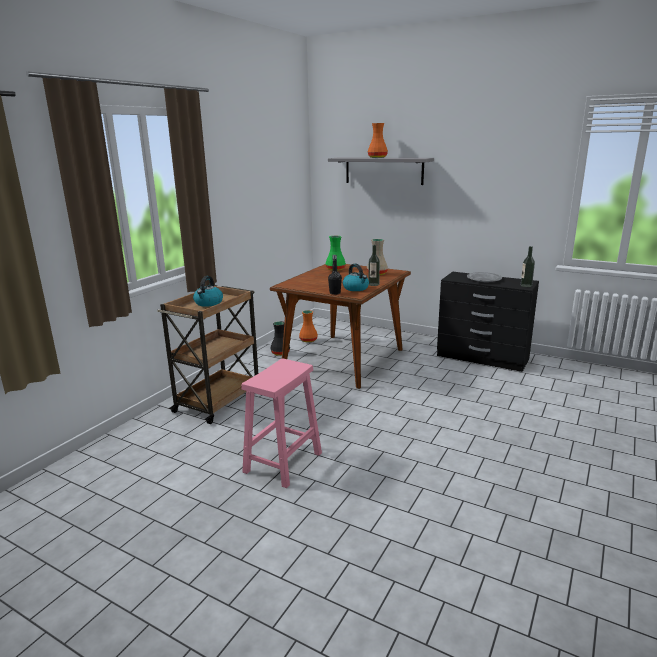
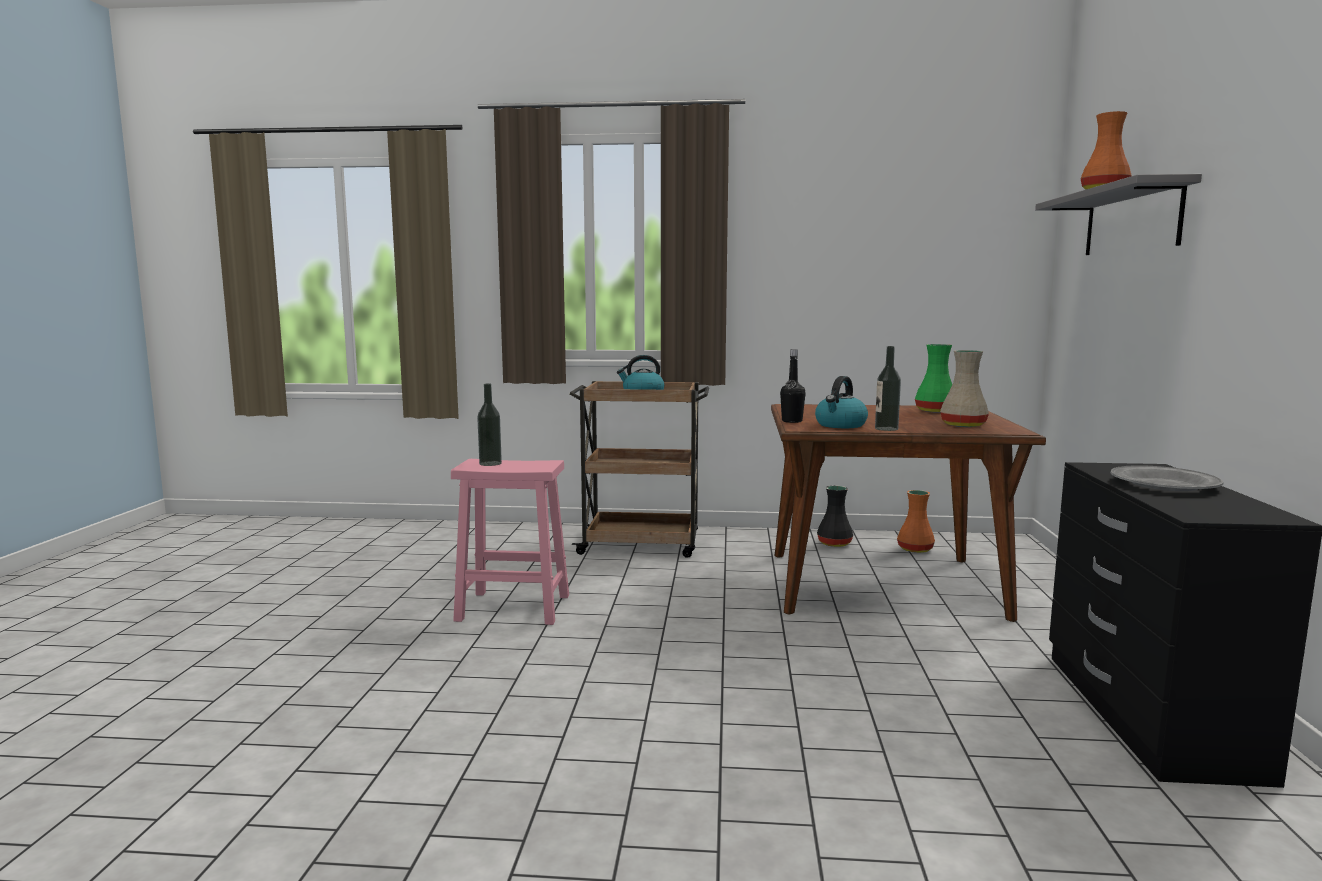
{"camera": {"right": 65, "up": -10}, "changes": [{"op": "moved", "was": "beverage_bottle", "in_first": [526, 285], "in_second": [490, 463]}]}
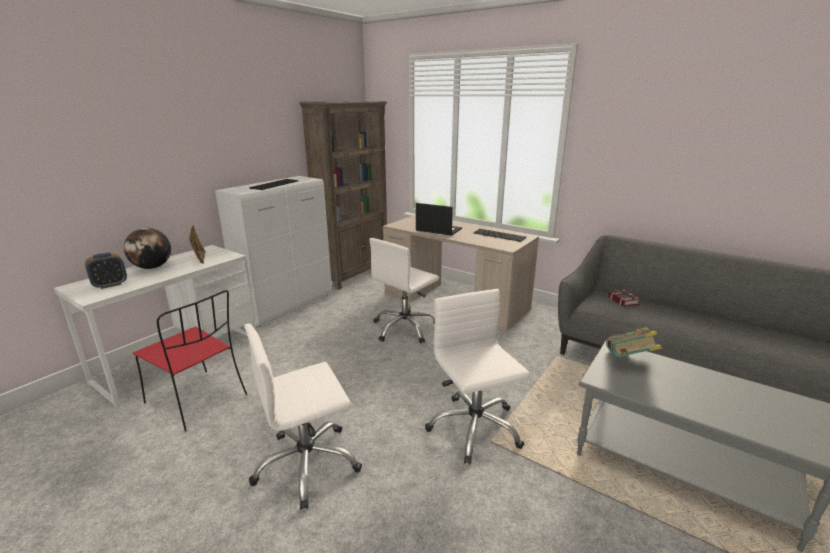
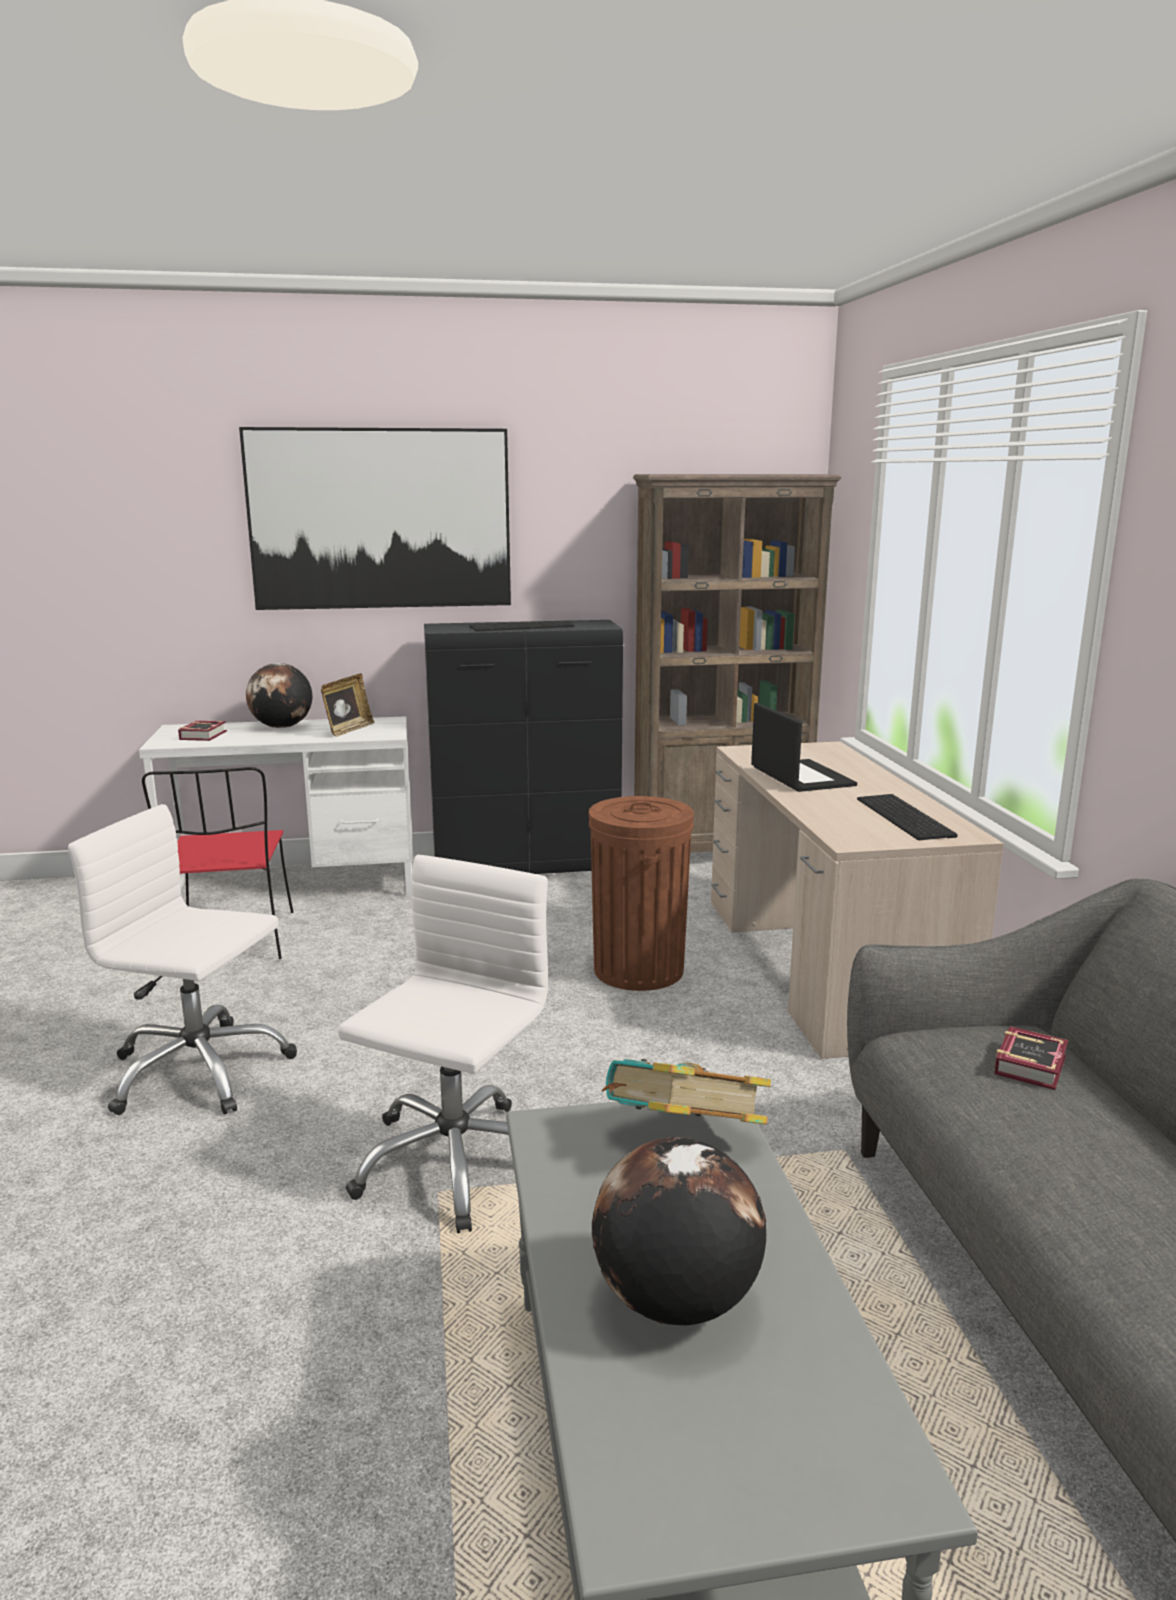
{"camera": {"right": 45, "up": -5}, "changes": [{"op": "added", "now": "wall_picture", "in_second": [380, 519]}, {"op": "added", "now": "world_globe", "in_second": [675, 1301]}, {"op": "replaced", "was": "alarm_clock", "now": "book", "in_first": [110, 285], "in_second": [205, 735]}, {"op": "replaced", "was": "white-coloured_computer_chair", "now": "brownish_rubbish_bin", "in_first": [405, 328], "in_second": [638, 970]}, {"op": "recoloured", "was": "white-coloured_cabinet", "now": "blackish_cabinet", "in_first": [287, 305], "in_second": [527, 866]}]}
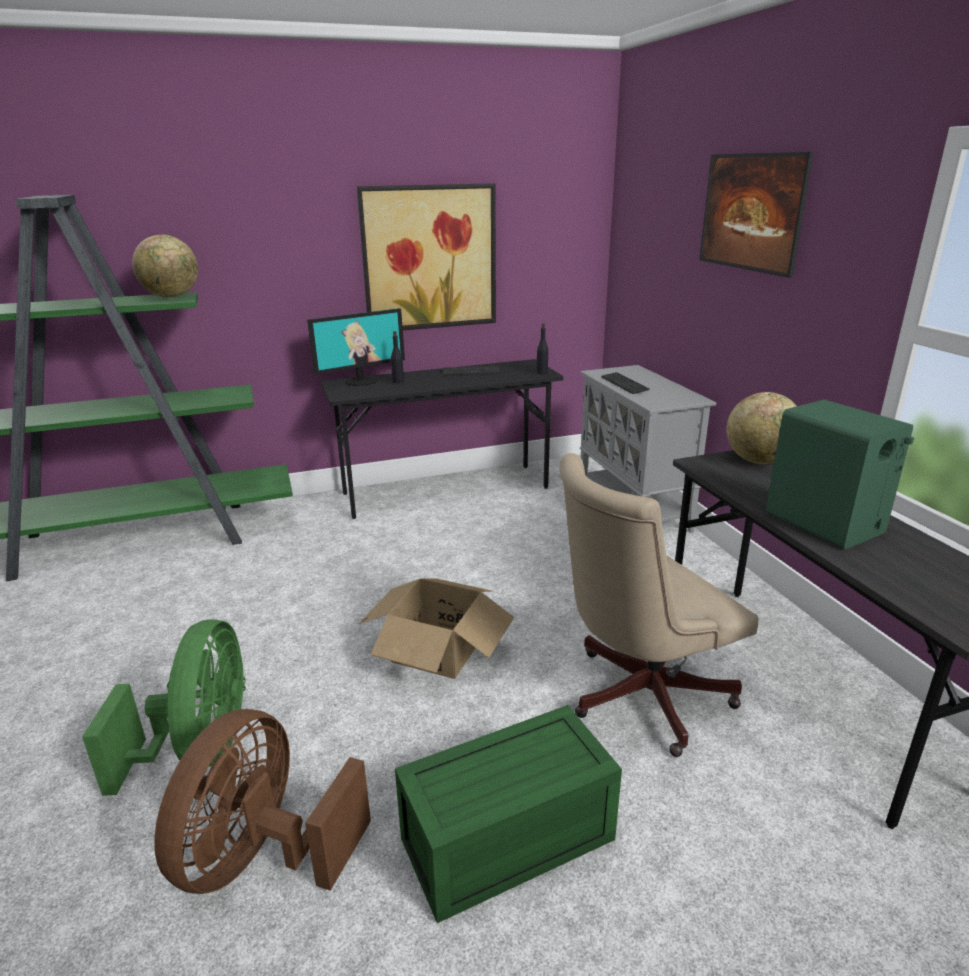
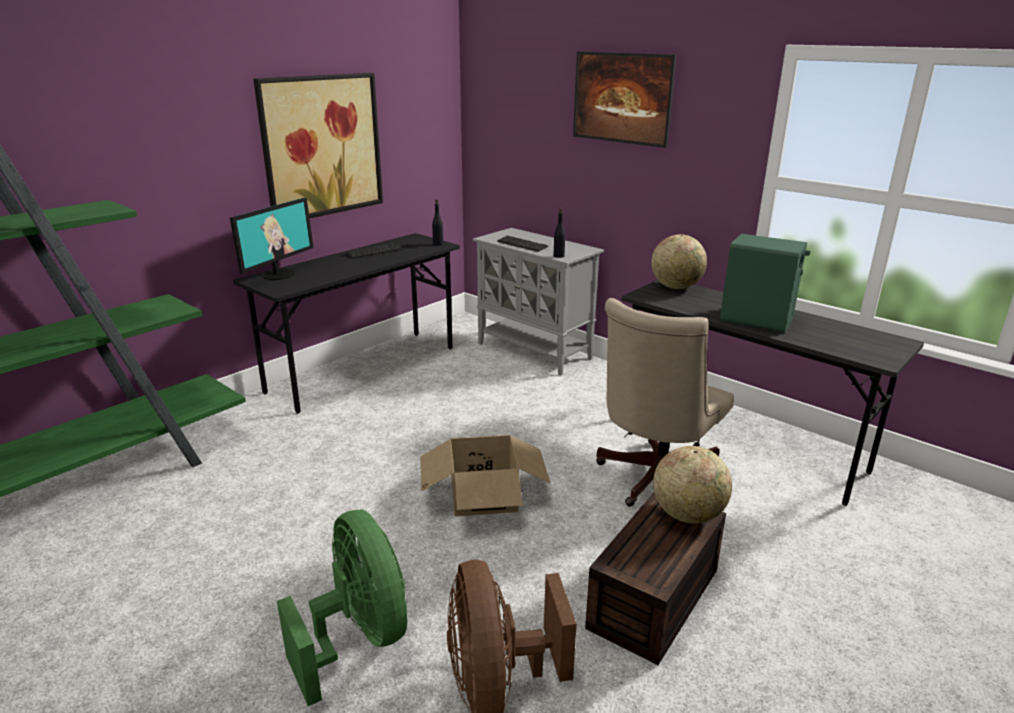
{"camera": {"right": -30, "up": 0}, "changes": [{"op": "moved", "was": "world_globe", "in_first": [172, 296], "in_second": [688, 514]}, {"op": "moved", "was": "blackish_beverage_bottle", "in_first": [398, 381], "in_second": [558, 256]}, {"op": "recoloured", "was": "green-coloured_storage_bin", "now": "brownish_storage_bin", "in_first": [506, 842], "in_second": [655, 600]}]}
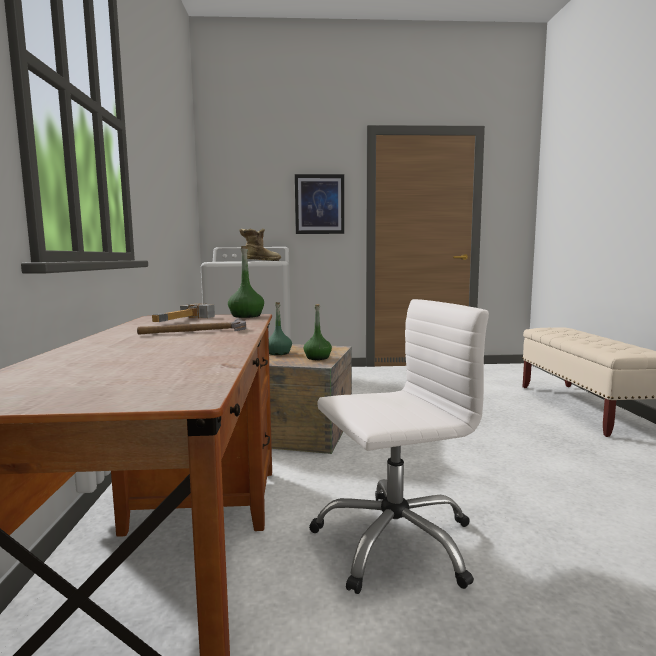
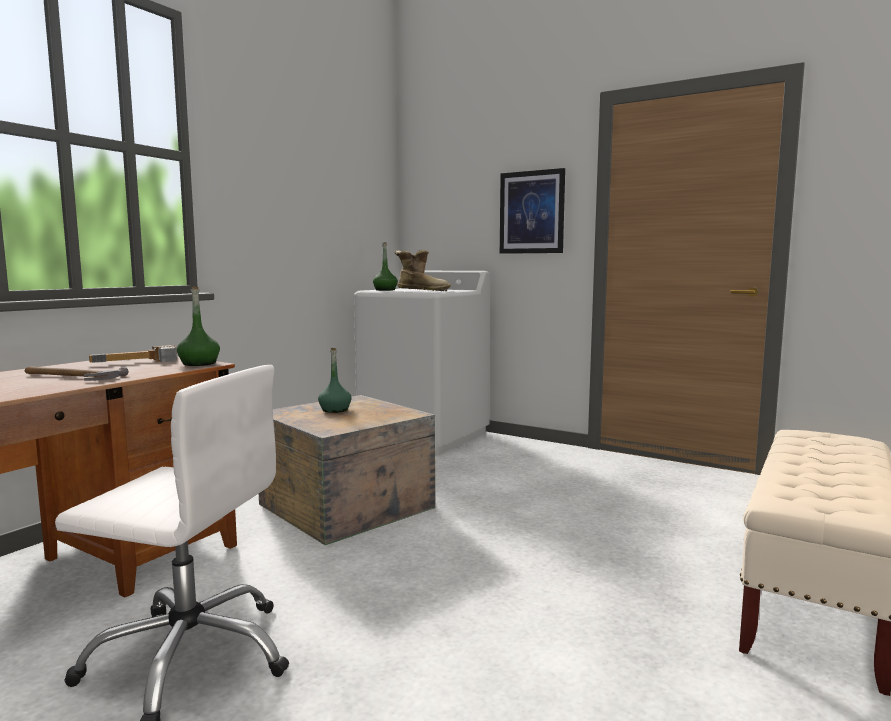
{"camera": {"right": 35, "up": 0}, "changes": [{"op": "moved", "was": "green-coloured_beverage_bottle", "in_first": [317, 358], "in_second": [385, 290]}]}
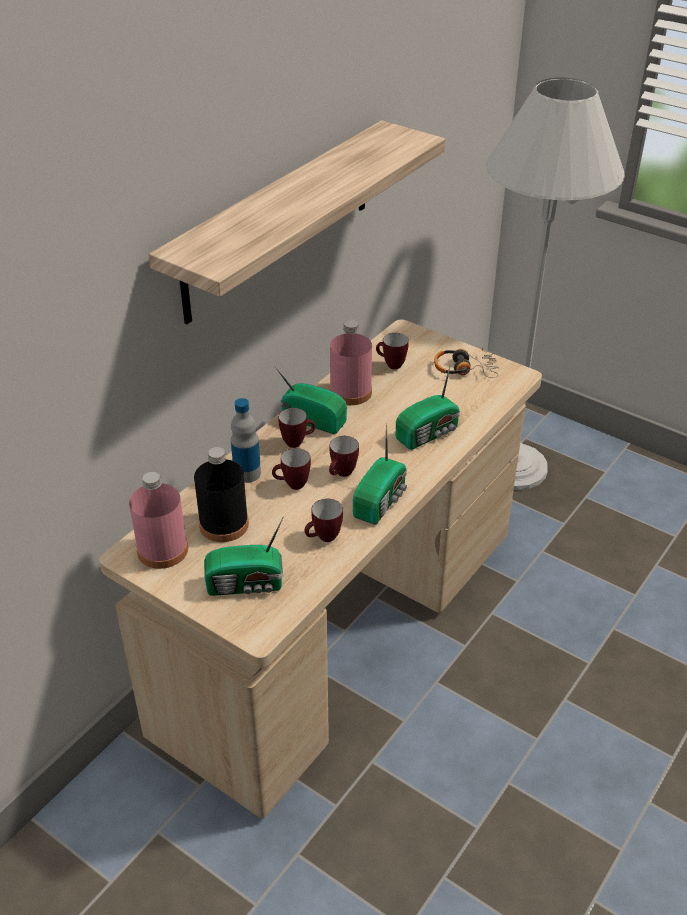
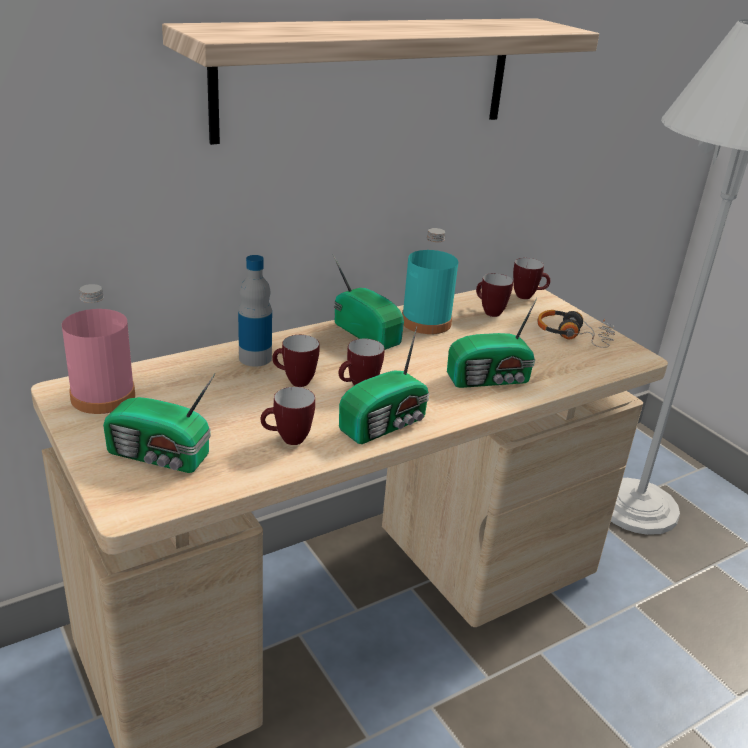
{"camera": {"right": 20, "up": -10}, "changes": [{"op": "removed", "was": "blackish_beverage_bottle", "in_first": [224, 524]}, {"op": "moved", "was": "mug", "in_first": [297, 442], "in_second": [527, 296]}, {"op": "recoloured", "was": "pink-coloured_beverage_bottle", "now": "blue-green_beverage_bottle", "in_first": [350, 392], "in_second": [426, 322]}]}
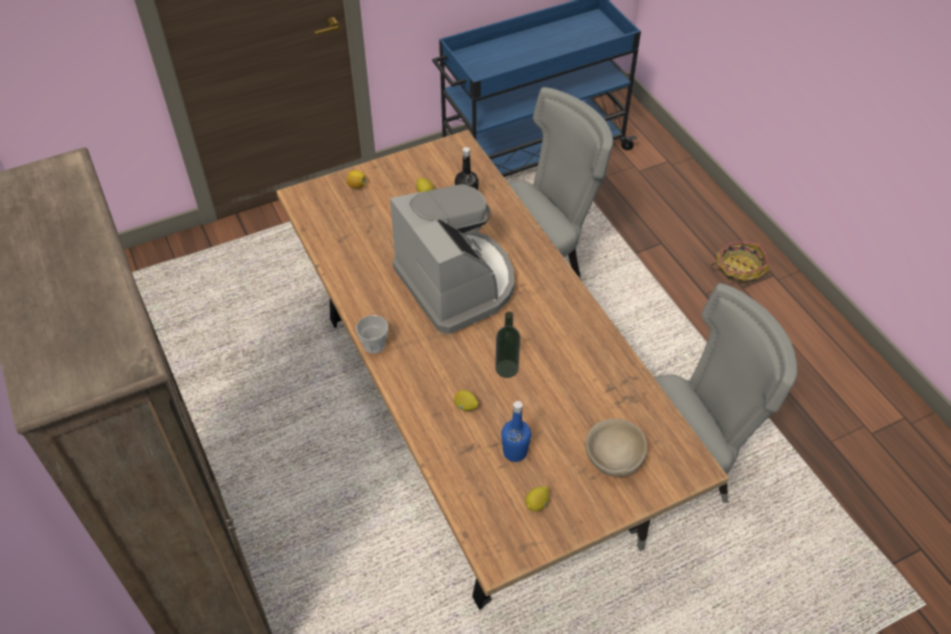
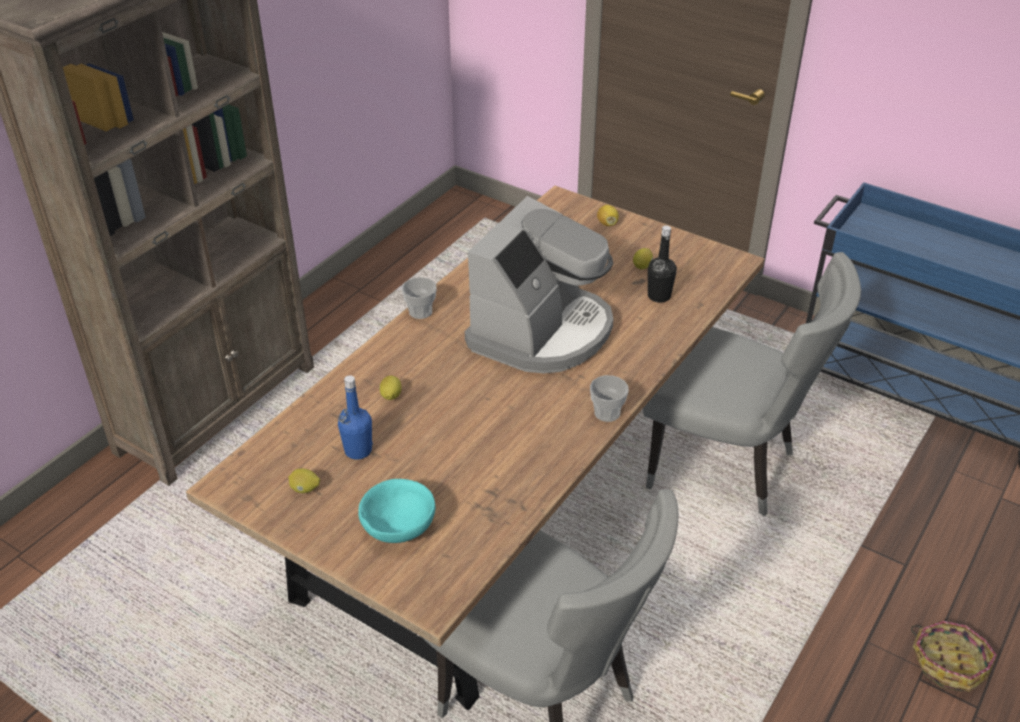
{"camera": {"right": 60, "up": -10}, "changes": [{"op": "removed", "was": "beverage_bottle", "in_first": [506, 368]}, {"op": "added", "now": "drinking_cup", "in_second": [607, 413]}, {"op": "recoloured", "was": "sand-coloured_bowl", "now": "blue-green_bowl", "in_first": [613, 458], "in_second": [399, 527]}]}
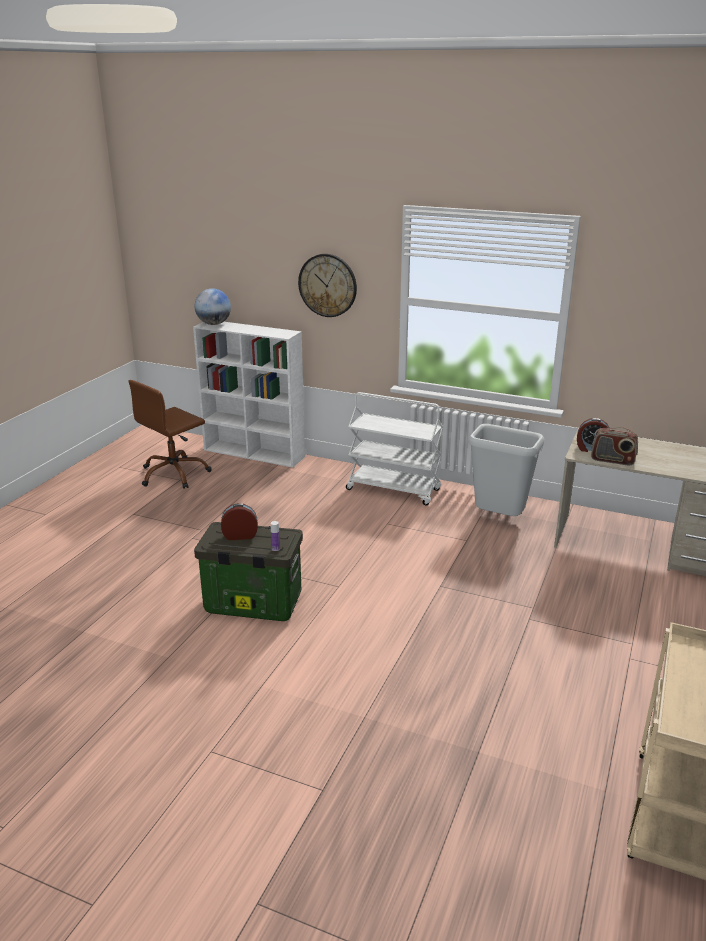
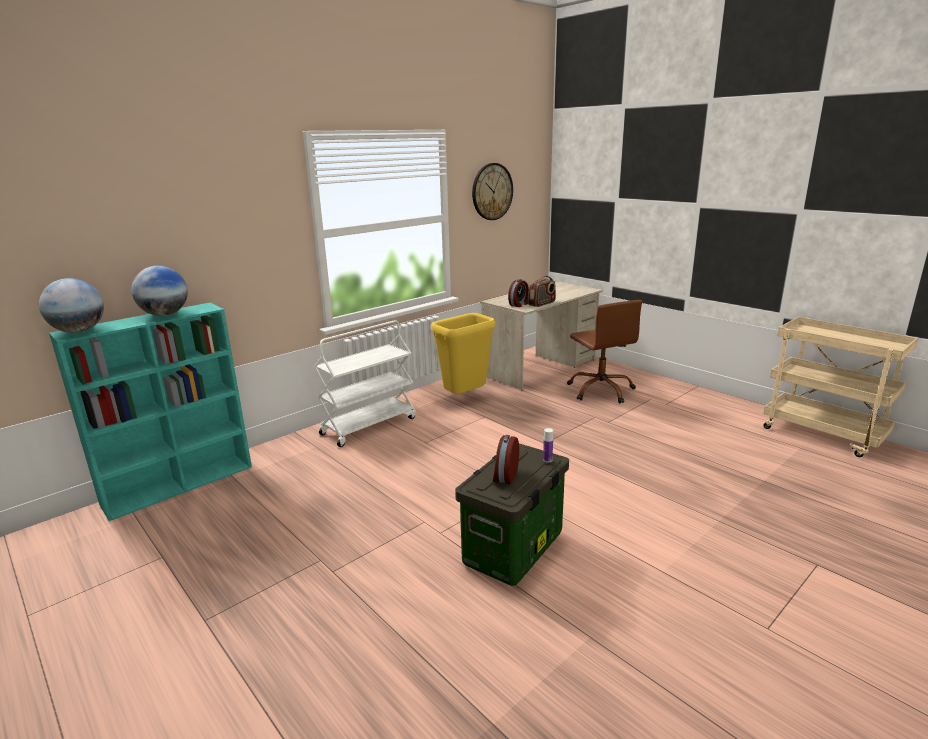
{"camera": {"right": -65, "up": -5}, "changes": [{"op": "added", "now": "world_globe", "in_second": [165, 315]}, {"op": "moved", "was": "brownish_computer_chair", "in_first": [174, 474], "in_second": [601, 390]}, {"op": "moved", "was": "clock_on_the_wall", "in_first": [327, 285], "in_second": [492, 191]}, {"op": "recoloured", "was": "white-coloured_shelving_unit", "now": "blue-green_shelving_unit", "in_first": [255, 453], "in_second": [181, 484]}, {"op": "recoloured", "was": "greyish_rubbish_bin", "now": "yellowish_rubbish_bin", "in_first": [499, 519], "in_second": [465, 397]}]}
